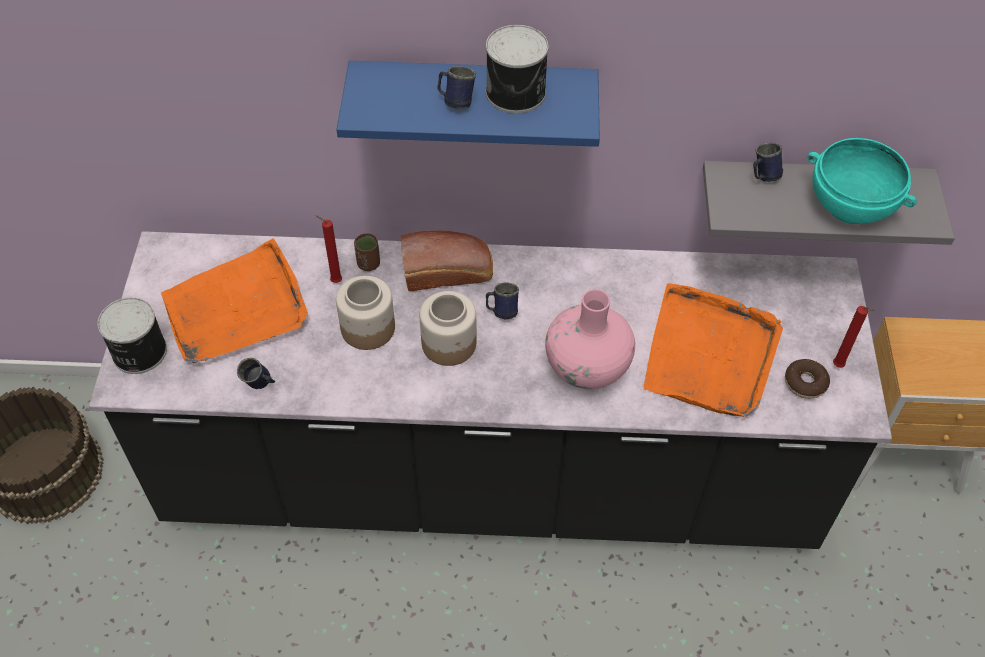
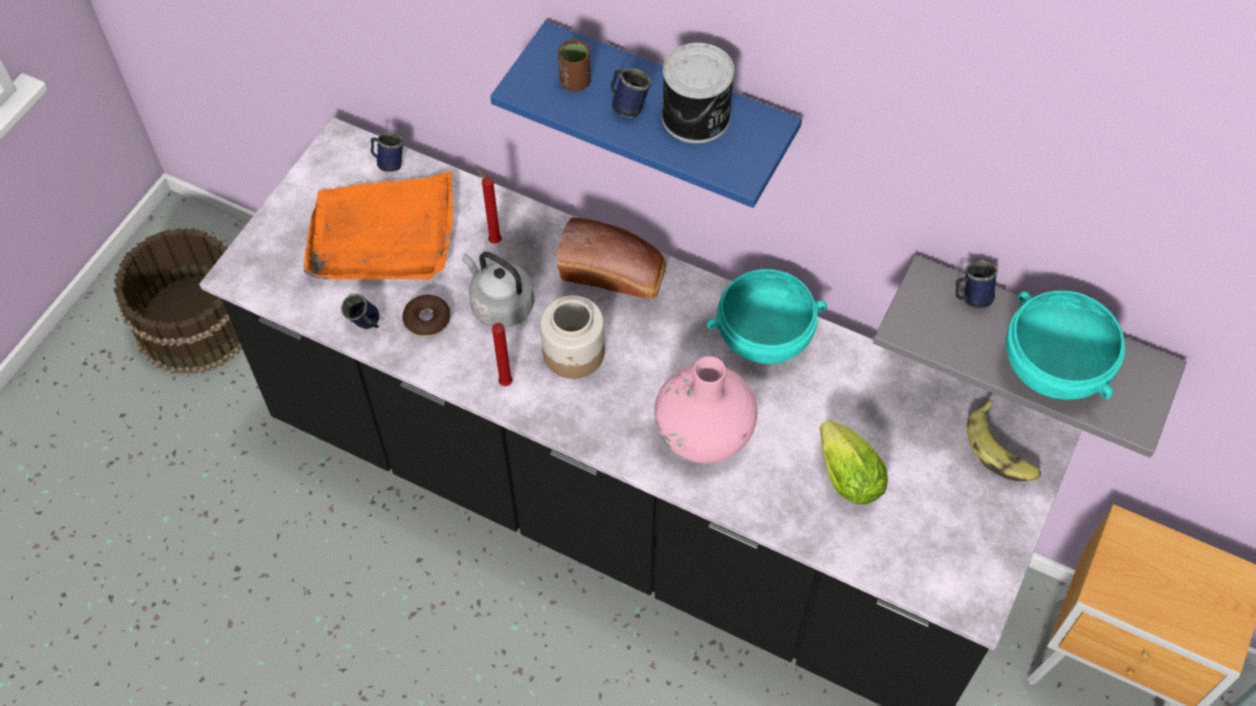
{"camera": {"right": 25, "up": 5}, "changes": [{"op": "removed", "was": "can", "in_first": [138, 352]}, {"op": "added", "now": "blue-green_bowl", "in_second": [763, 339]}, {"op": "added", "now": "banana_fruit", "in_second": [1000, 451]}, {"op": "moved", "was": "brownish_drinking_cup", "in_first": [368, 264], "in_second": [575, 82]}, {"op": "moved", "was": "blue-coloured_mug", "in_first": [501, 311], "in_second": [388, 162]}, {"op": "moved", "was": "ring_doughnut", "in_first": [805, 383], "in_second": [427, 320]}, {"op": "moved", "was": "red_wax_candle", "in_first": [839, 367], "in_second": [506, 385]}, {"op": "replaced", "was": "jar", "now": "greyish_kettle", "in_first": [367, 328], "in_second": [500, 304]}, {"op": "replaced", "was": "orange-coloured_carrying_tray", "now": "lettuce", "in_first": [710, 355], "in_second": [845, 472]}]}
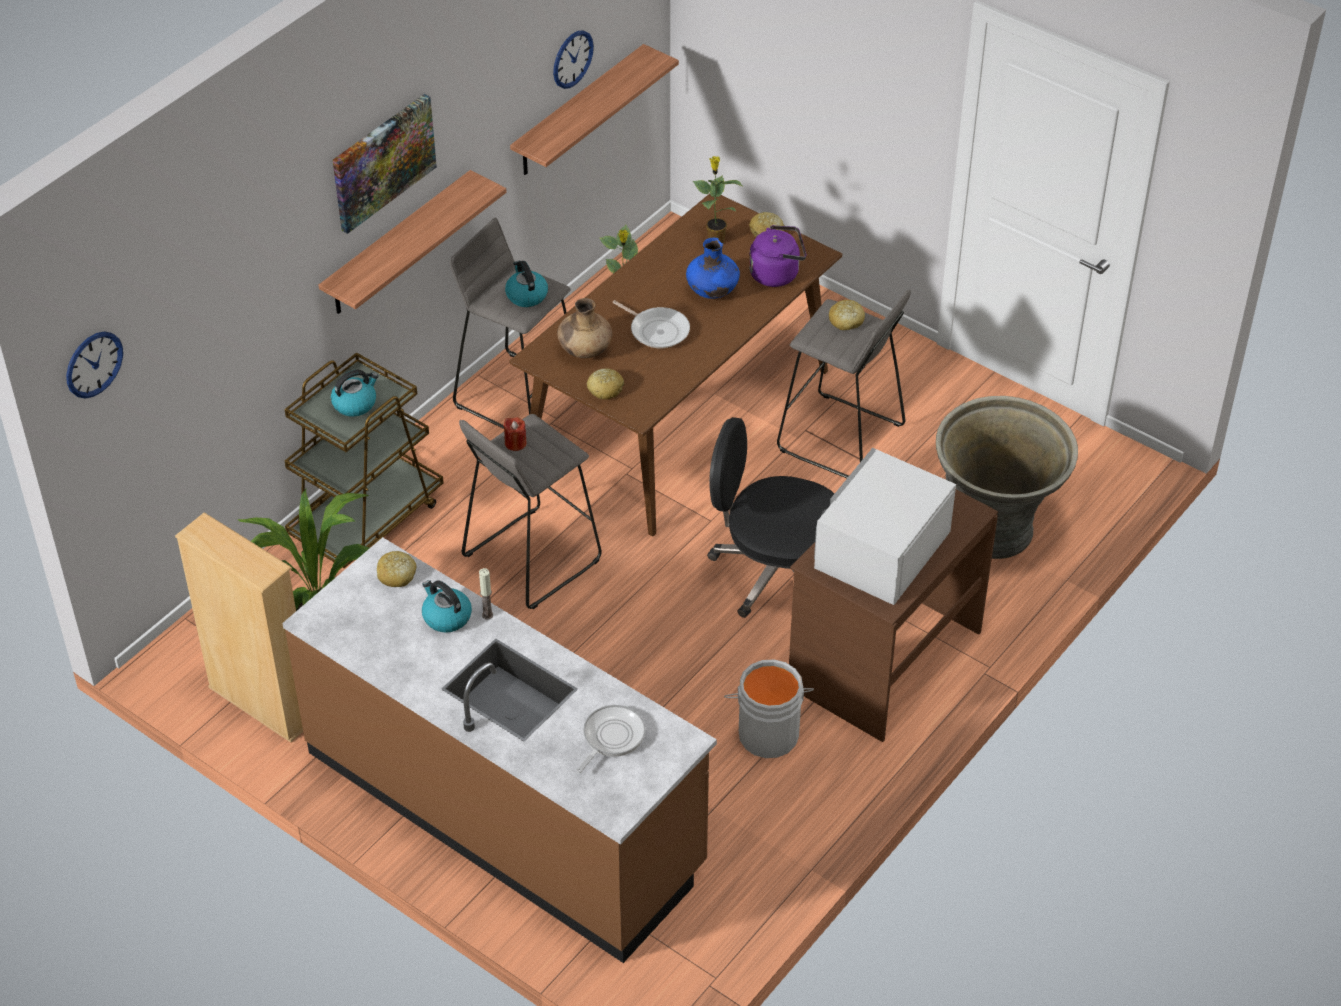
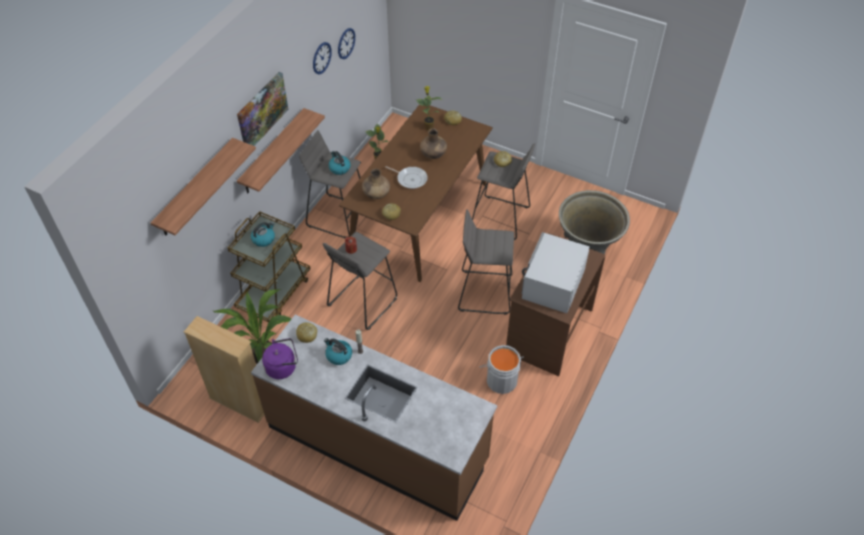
{"camera": {"right": -10, "up": 5}, "changes": [{"op": "removed", "was": "skillet", "in_first": [611, 737]}, {"op": "moved", "was": "clock_on_the_wall", "in_first": [94, 364], "in_second": [321, 58]}, {"op": "moved", "was": "bracket_shelf", "in_first": [578, 112], "in_second": [196, 188]}, {"op": "moved", "was": "purple-coloured_kettle", "in_first": [777, 274], "in_second": [283, 367]}, {"op": "replaced", "was": "blackish_computer_chair", "now": "greyish_stool_seat", "in_first": [775, 571], "in_second": [484, 292]}, {"op": "recoloured", "was": "blue-coloured_flower_vase", "now": "brownish_flower_vase", "in_first": [712, 291], "in_second": [433, 155]}]}
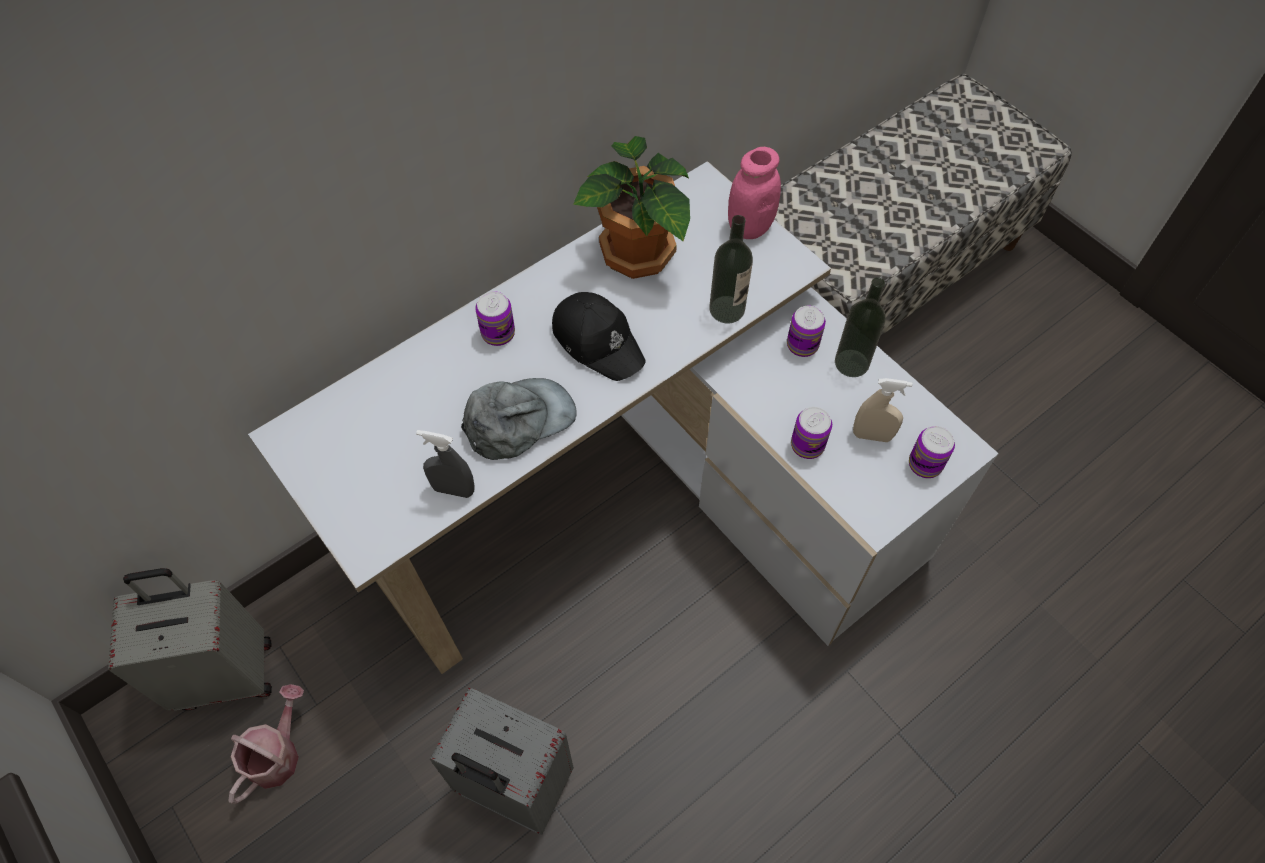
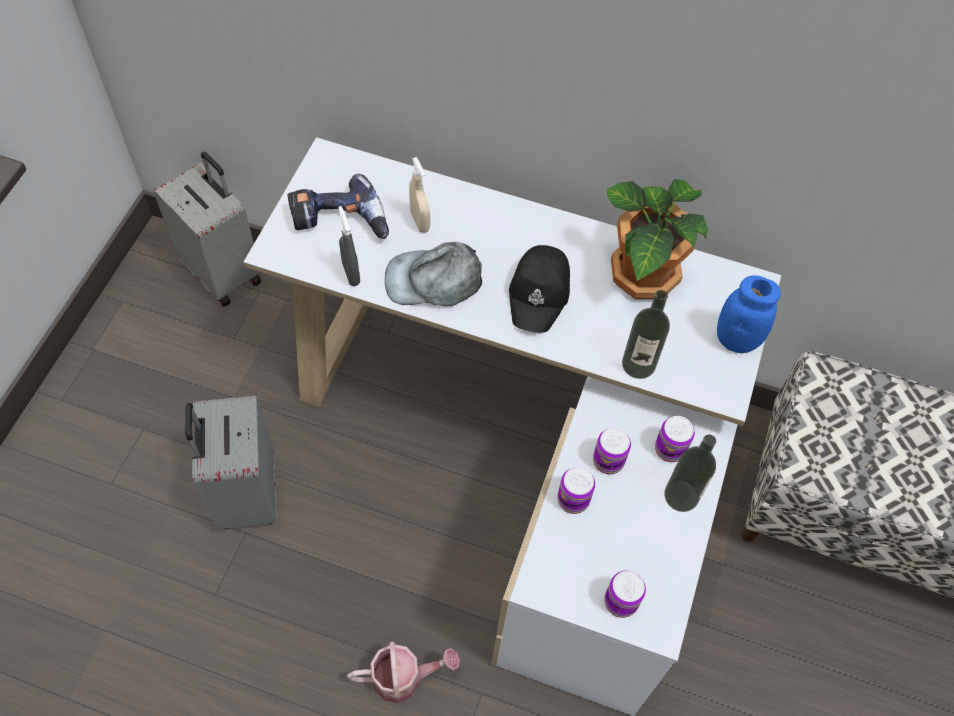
{"camera": {"right": 55, "up": 0}, "changes": [{"op": "added", "now": "electric_drill", "in_second": [339, 223]}, {"op": "moved", "was": "watering_can", "in_first": [277, 753], "in_second": [404, 677]}, {"op": "moved", "was": "can", "in_first": [498, 333], "in_second": [608, 461]}, {"op": "moved", "was": "sand-coloured_hand_sprayer", "in_first": [872, 436], "in_second": [420, 221]}, {"op": "recoloured", "was": "pink-coloured_jar", "now": "blue-coloured_jar", "in_first": [749, 227], "in_second": [736, 339]}, {"op": "turned", "was": "greyish_cap", "in_first": [518, 420], "in_second": [434, 280], "clockwise": 150}]}
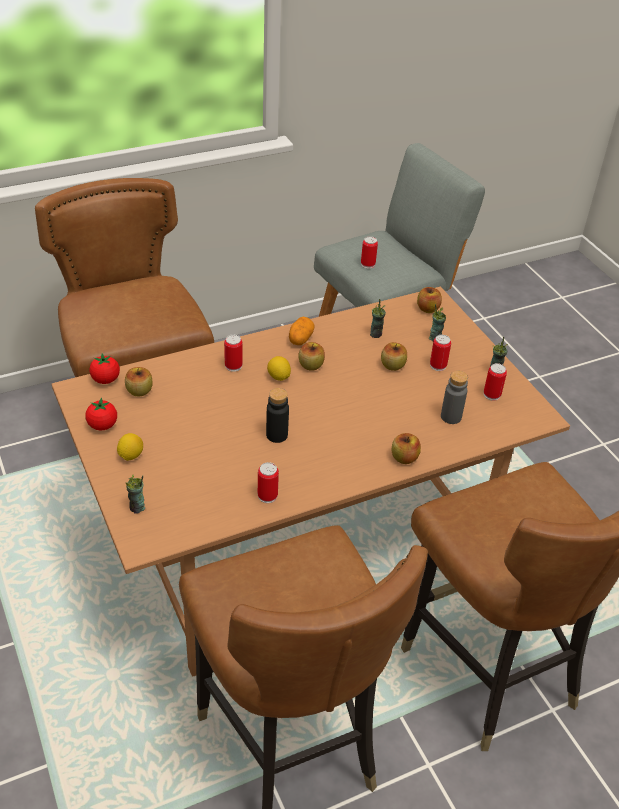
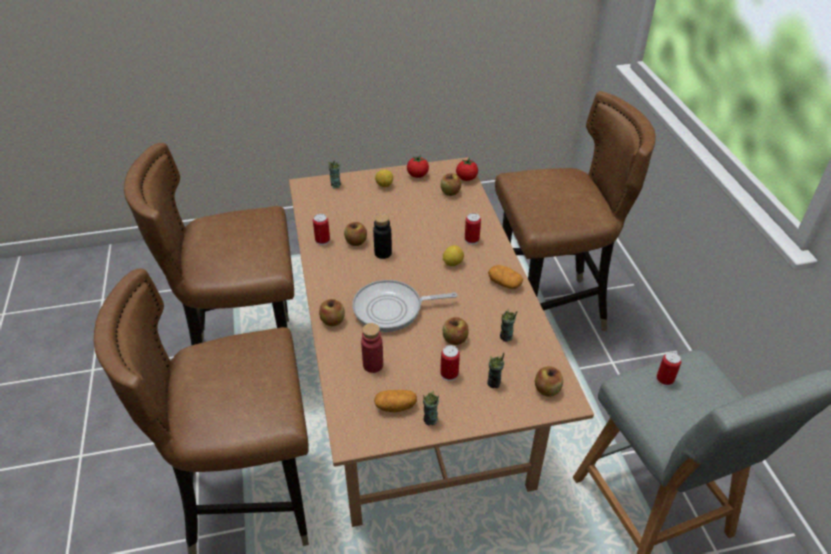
{"camera": {"right": 105, "up": 0}, "changes": [{"op": "added", "now": "skillet", "in_second": [392, 309]}, {"op": "moved", "was": "whole_apple", "in_first": [311, 365], "in_second": [356, 242]}, {"op": "replaced", "was": "can", "now": "whole_potato", "in_first": [492, 394], "in_second": [395, 406]}, {"op": "recoloured", "was": "greyish_beverage_bottle", "now": "red_beverage_bottle", "in_first": [451, 417], "in_second": [373, 365]}]}
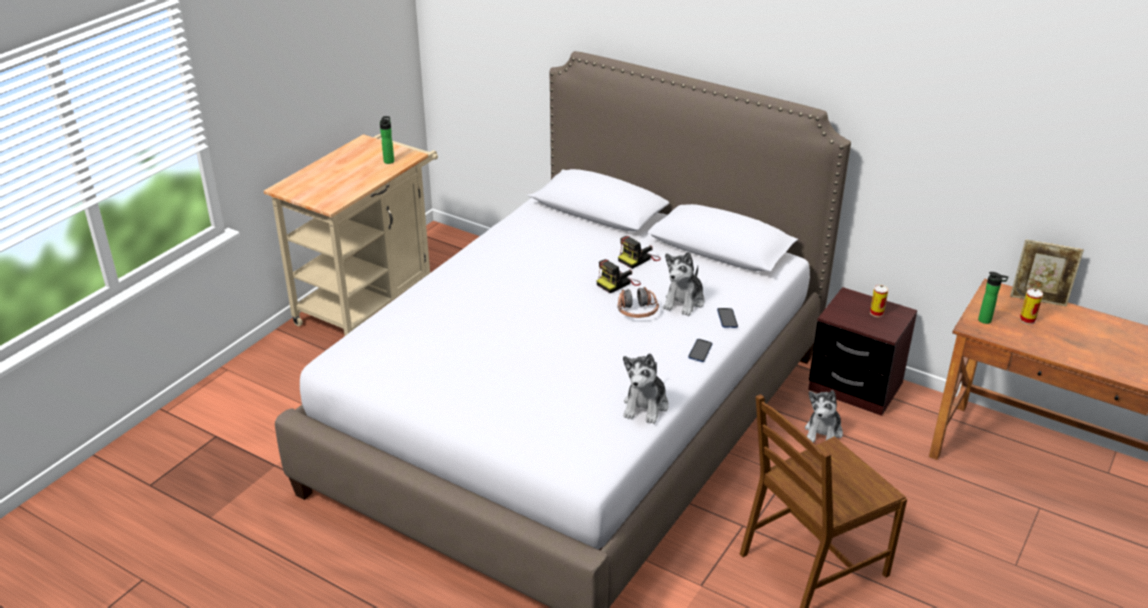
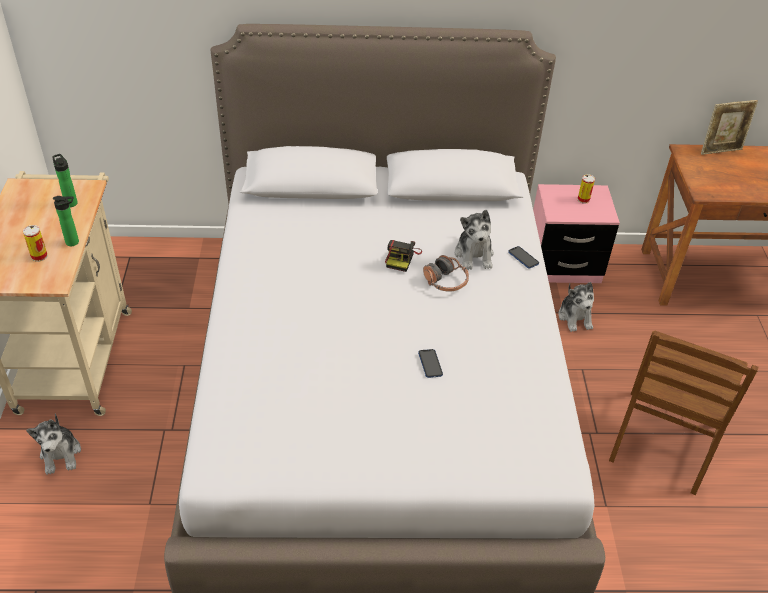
{"camera": {"right": -35, "up": 10}, "changes": [{"op": "removed", "was": "still_camera", "in_first": [638, 259]}, {"op": "moved", "was": "soft_toy", "in_first": [645, 406], "in_second": [61, 454]}, {"op": "moved", "was": "handset", "in_first": [700, 351], "in_second": [430, 364]}, {"op": "moved", "was": "beverage_bottle", "in_first": [987, 321], "in_second": [74, 242]}, {"op": "moved", "was": "can", "in_first": [1027, 320], "in_second": [39, 256]}, {"op": "recoloured", "was": "brownish_bedside_table", "now": "pink-coloured_bedside_table", "in_first": [855, 387], "in_second": [563, 265]}]}
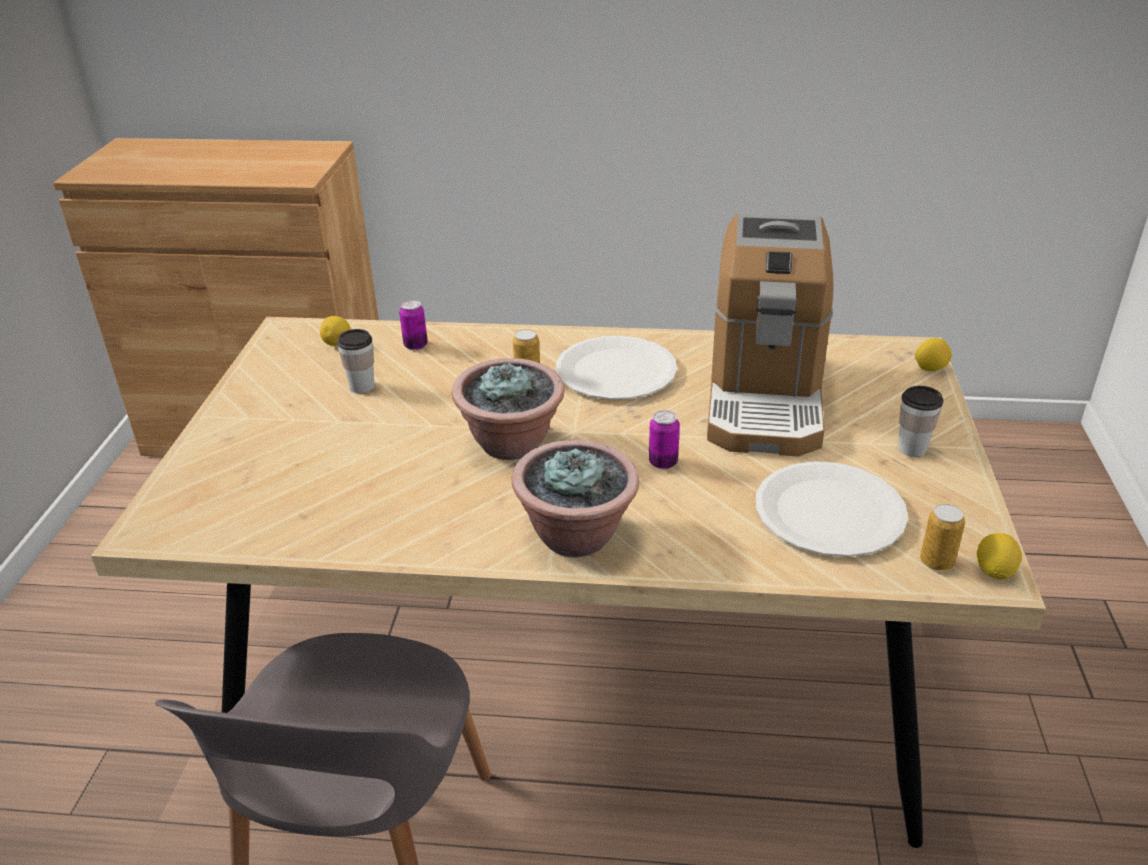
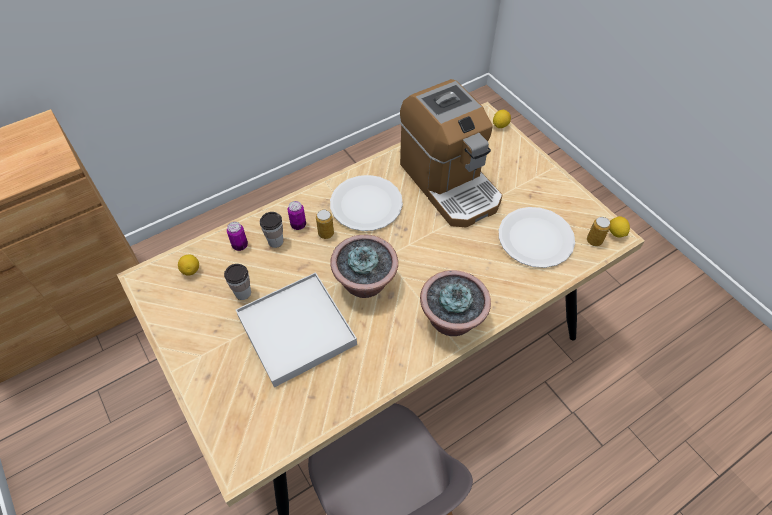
{"camera": {"right": -40, "up": 20}, "changes": [{"op": "added", "now": "white-coloured_carrying_tray", "in_second": [296, 330]}, {"op": "moved", "was": "can", "in_first": [663, 463], "in_second": [298, 225]}, {"op": "moved", "was": "drinking_cup", "in_first": [912, 448], "in_second": [275, 241]}]}
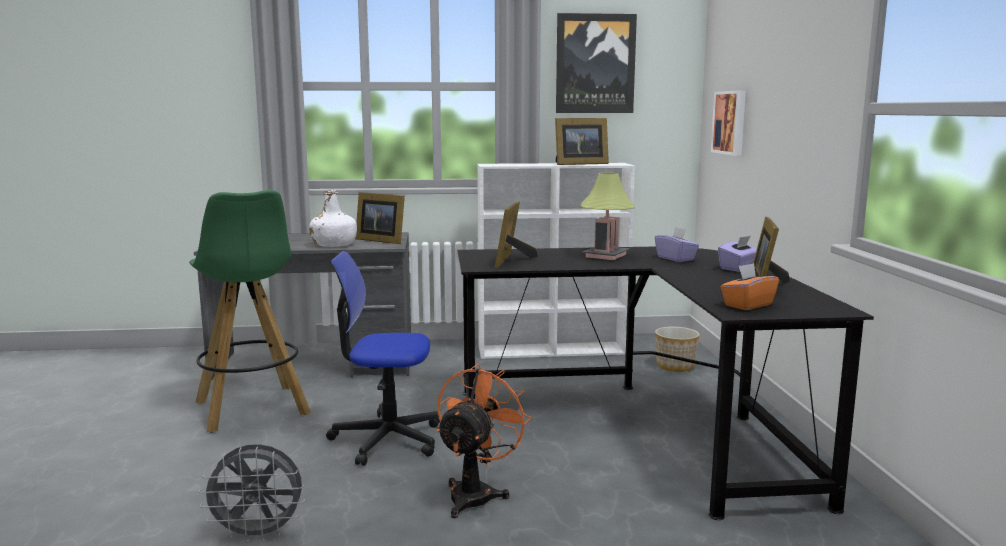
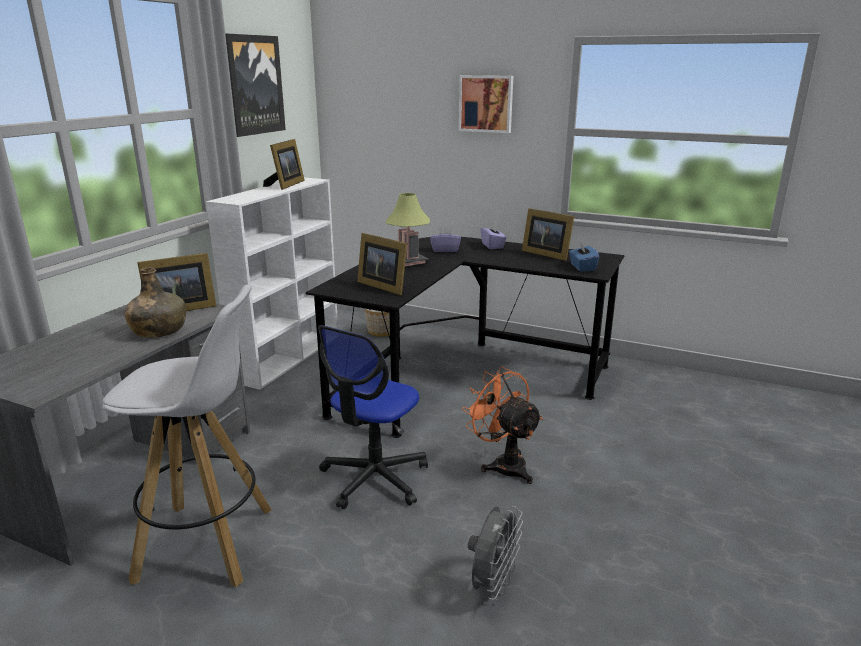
{"camera": {"right": -60, "up": 10}, "changes": [{"op": "moved", "was": "wall_picture", "in_first": [731, 122], "in_second": [486, 103]}, {"op": "recoloured", "was": "green-coloured_stool_seat", "now": "white-coloured_stool_seat", "in_first": [252, 409], "in_second": [208, 543]}, {"op": "recoloured", "was": "white-coloured_beverage_bottle", "now": "green-coloured_beverage_bottle", "in_first": [334, 245], "in_second": [159, 331]}, {"op": "recoloured", "was": "orange-coloured_tissue_box", "now": "blue-coloured_tissue_box", "in_first": [747, 305], "in_second": [582, 267]}]}
